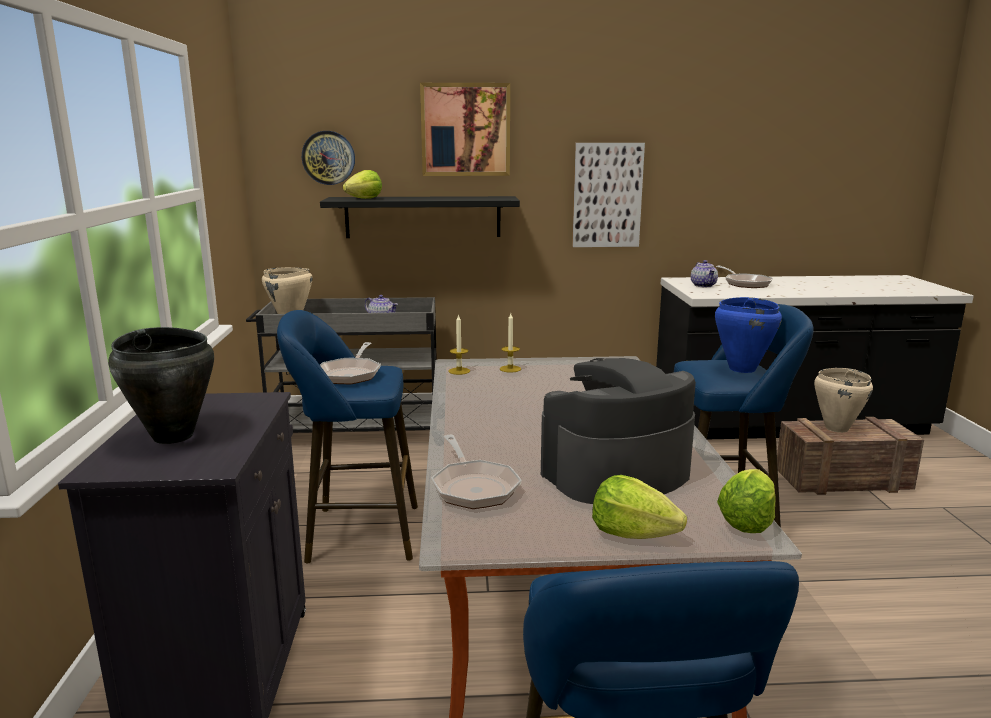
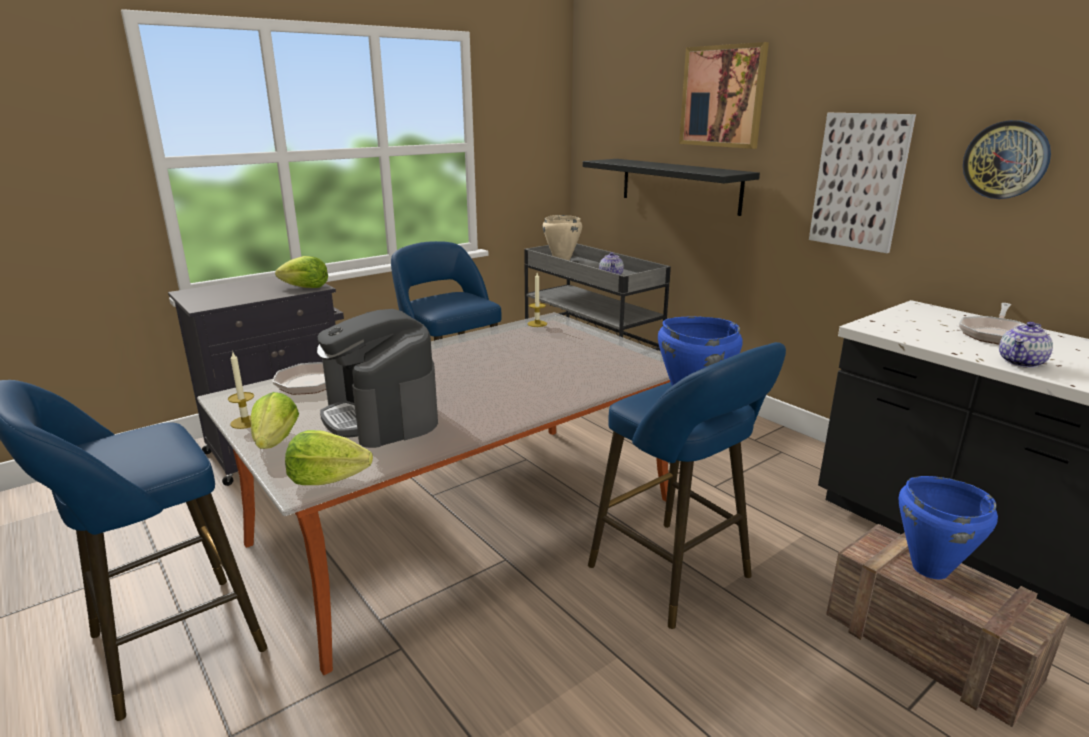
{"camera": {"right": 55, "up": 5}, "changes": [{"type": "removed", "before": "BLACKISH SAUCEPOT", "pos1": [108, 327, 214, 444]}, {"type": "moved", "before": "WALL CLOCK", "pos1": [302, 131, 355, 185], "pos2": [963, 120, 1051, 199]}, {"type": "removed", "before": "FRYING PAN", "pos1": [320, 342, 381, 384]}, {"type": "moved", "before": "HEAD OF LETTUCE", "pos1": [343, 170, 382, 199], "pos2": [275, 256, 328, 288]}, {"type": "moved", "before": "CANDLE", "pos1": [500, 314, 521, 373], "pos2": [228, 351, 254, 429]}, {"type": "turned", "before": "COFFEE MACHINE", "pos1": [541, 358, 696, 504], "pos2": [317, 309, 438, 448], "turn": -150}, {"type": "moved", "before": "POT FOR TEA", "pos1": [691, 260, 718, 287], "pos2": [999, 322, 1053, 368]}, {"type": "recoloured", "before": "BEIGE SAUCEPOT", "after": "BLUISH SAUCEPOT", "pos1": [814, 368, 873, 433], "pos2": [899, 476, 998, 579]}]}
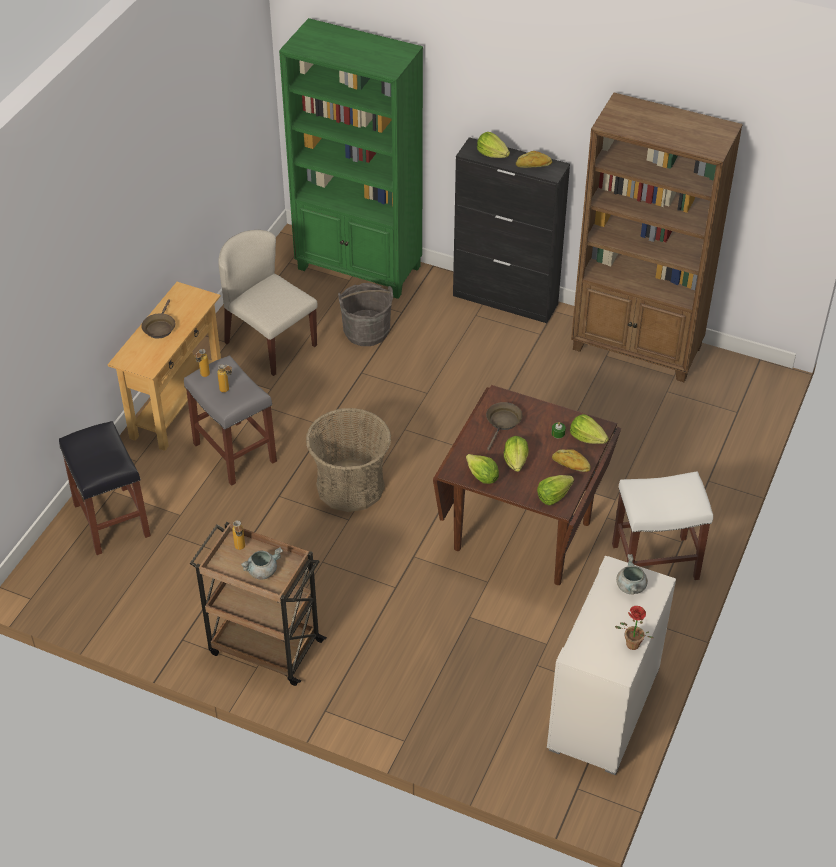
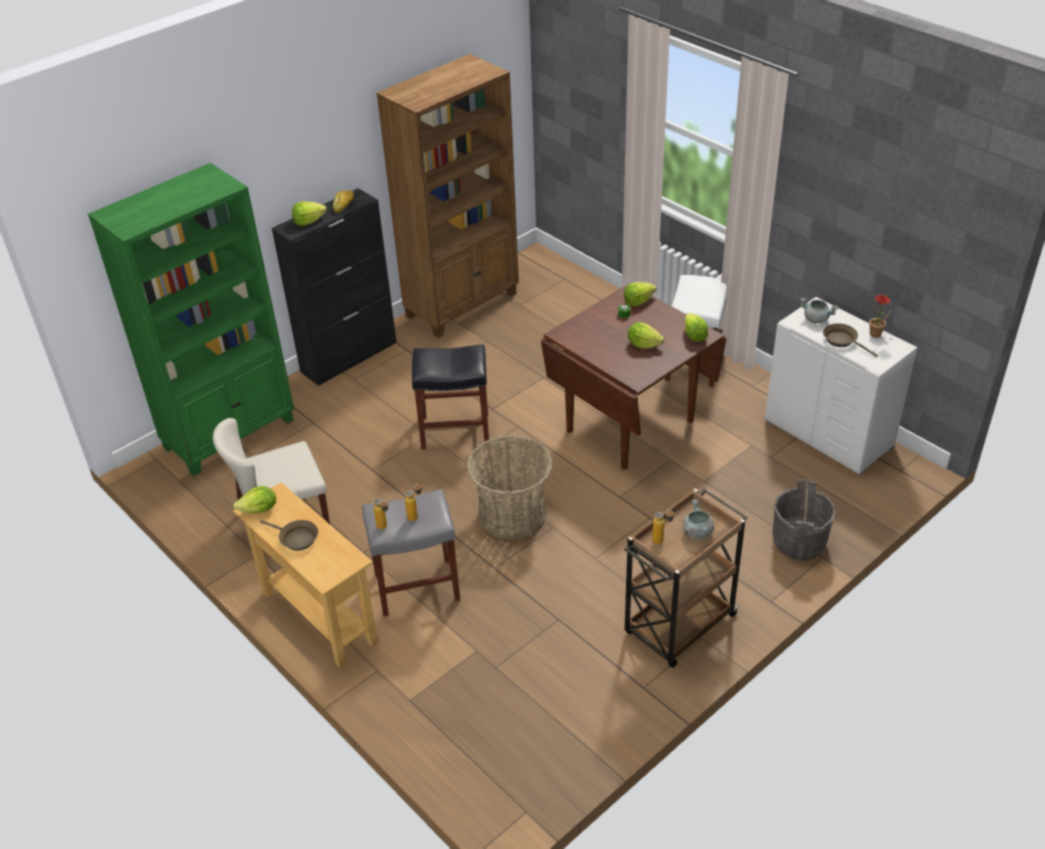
{"camera": {"right": -65, "up": -5}, "changes": [{"type": "moved", "before": "BLACKISH STOOL SEAT", "pos1": [59, 421, 151, 555], "pos2": [412, 344, 489, 450]}, {"type": "moved", "before": "GREY BUCKET", "pos1": [338, 283, 393, 346], "pos2": [773, 479, 836, 560]}, {"type": "moved", "before": "HEAD OF LETTUCE", "pos1": [466, 454, 499, 484], "pos2": [233, 486, 276, 513]}, {"type": "moved", "before": "BROWN-COLOURED FRYING PAN", "pos1": [486, 402, 522, 451], "pos2": [823, 323, 878, 357]}, {"type": "removed", "before": "BREAD", "pos1": [552, 449, 591, 472]}]}
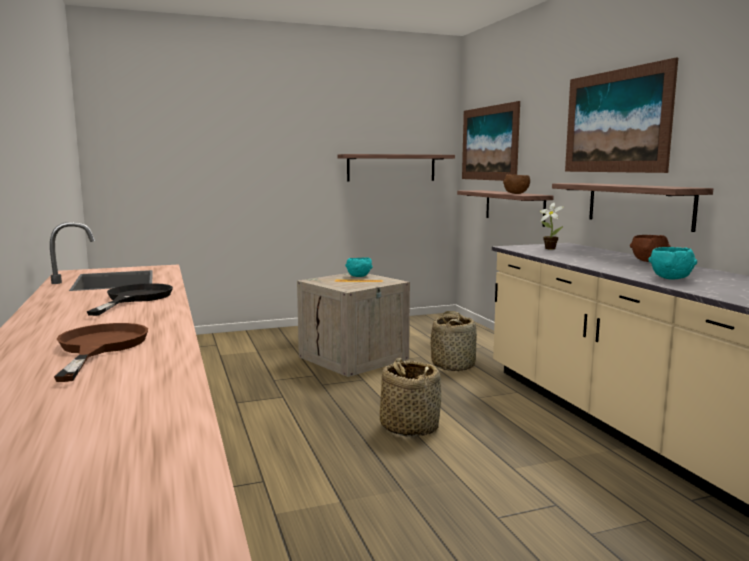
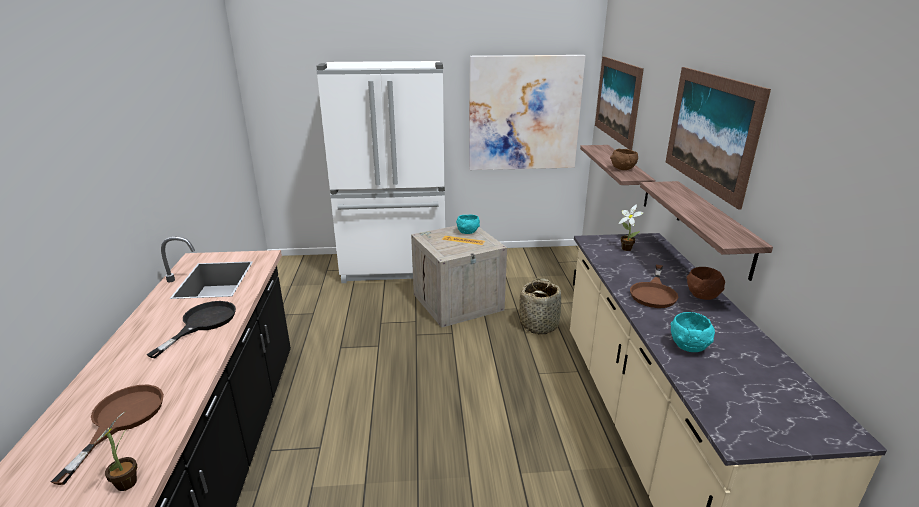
{"camera": {"right": 15, "up": 15}, "changes": [{"type": "replaced", "before": "BRACKET SHELF", "after": "WALL ART", "pos1": [337, 154, 455, 182], "pos2": [469, 55, 585, 170]}, {"type": "removed", "before": "BASKET", "pos1": [380, 357, 441, 436]}, {"type": "added", "after": "HOUSEPLANT", "pos2": [86, 411, 137, 491]}, {"type": "added", "after": "WHITE-COLOURED REFRIGERATOR", "pos2": [316, 61, 445, 283]}, {"type": "added", "after": "BROWN-COLOURED FRYING PAN", "pos2": [630, 265, 678, 308]}]}
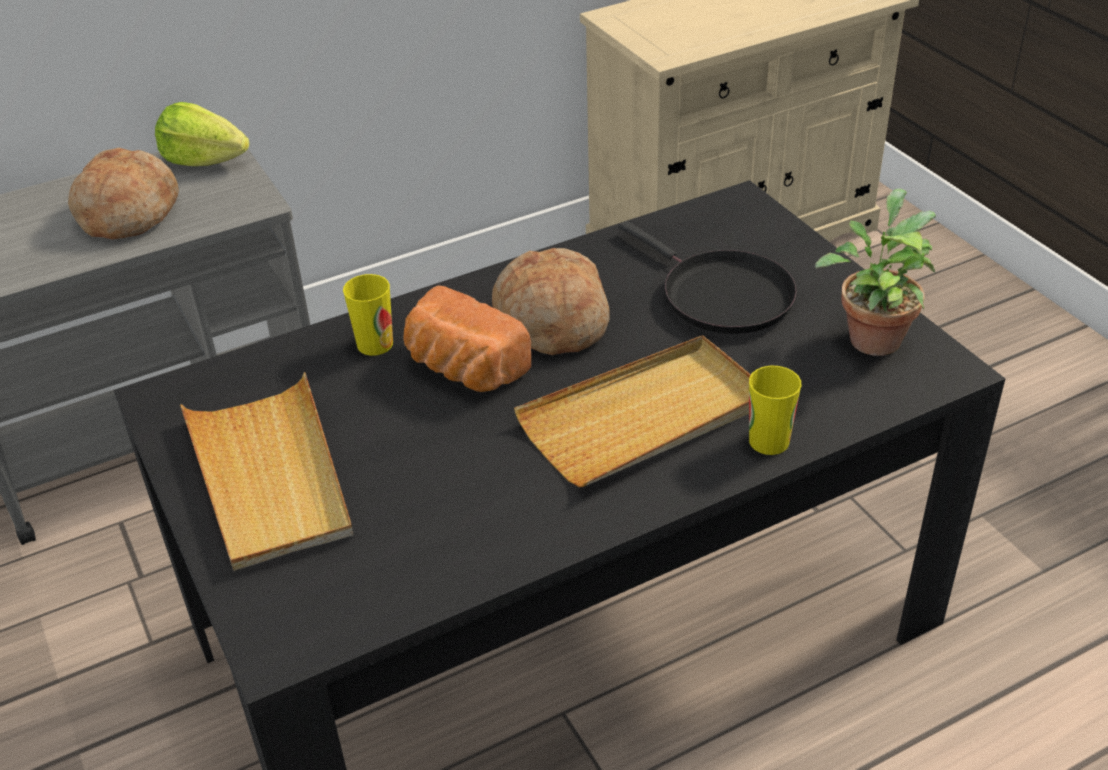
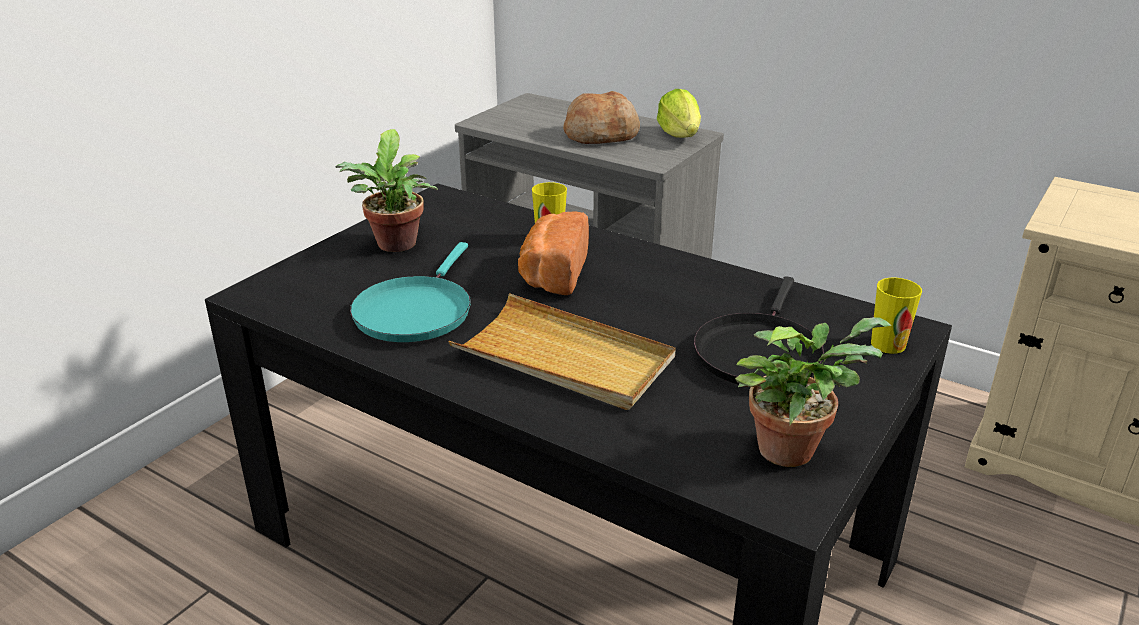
{"camera": {"right": 60, "up": -10}, "changes": [{"type": "replaced", "before": "BEIGE SERVING TRAY", "after": "HOUSEPLANT", "pos1": [180, 372, 353, 571], "pos2": [335, 129, 438, 252]}, {"type": "removed", "before": "BREAD", "pos1": [492, 248, 610, 355]}, {"type": "moved", "before": "CUP", "pos1": [749, 366, 801, 455], "pos2": [871, 278, 922, 354]}, {"type": "added", "after": "BLUE-GREEN FRYING PAN", "pos2": [350, 242, 471, 342]}]}
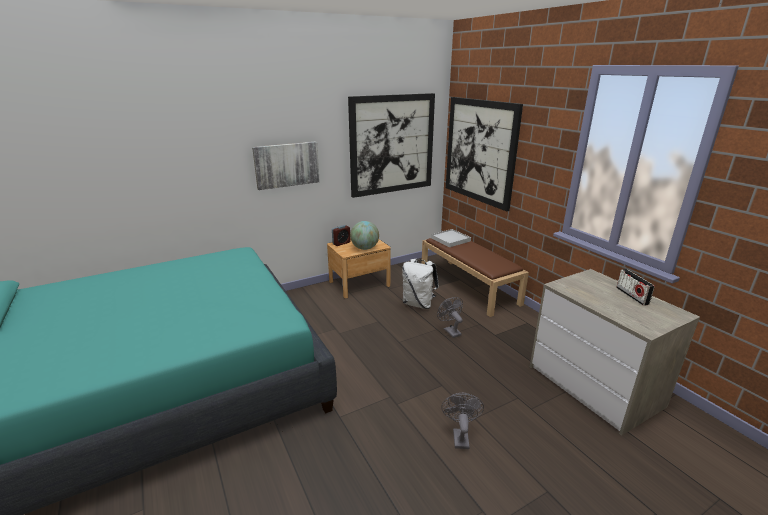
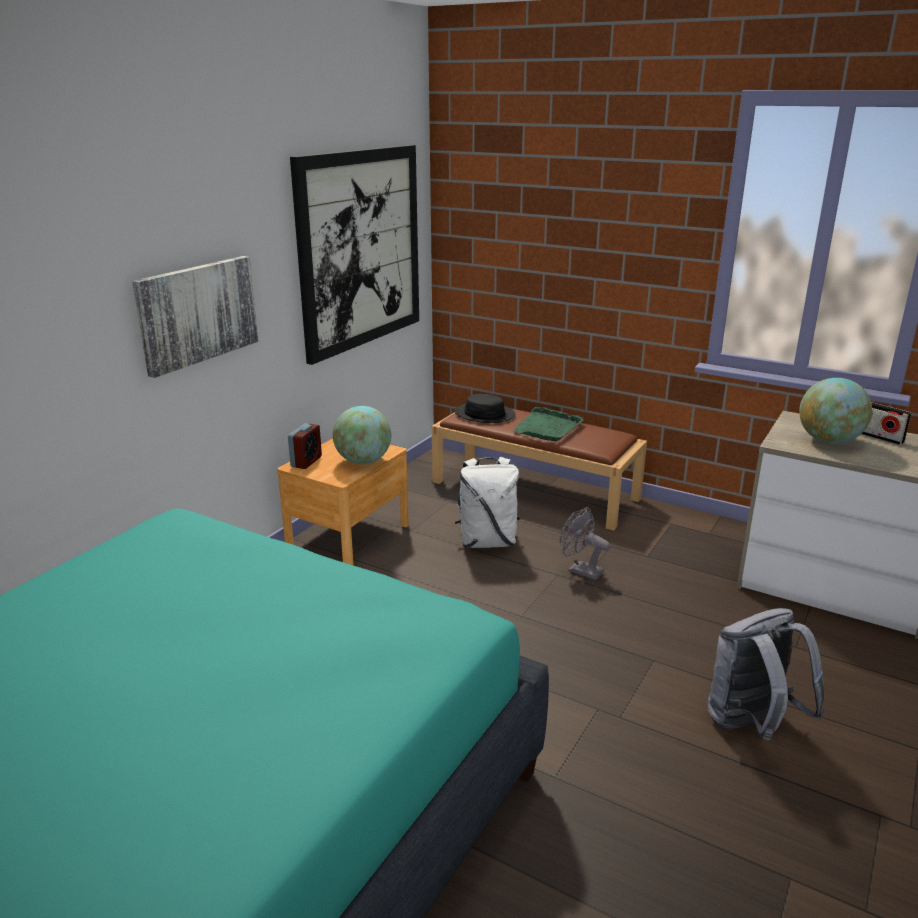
{"camera": {"right": -30, "up": 0}, "changes": [{"type": "replaced", "before": "WHITE-COLOURED SERVING TRAY", "after": "BLACKISH HAT", "pos1": [431, 229, 471, 247], "pos2": [454, 394, 515, 423]}, {"type": "replaced", "before": "GREY FAN", "after": "GREY KNAPSACK", "pos1": [441, 393, 484, 449], "pos2": [707, 608, 825, 741]}, {"type": "removed", "before": "WALL ART", "pos1": [446, 97, 523, 211]}, {"type": "added", "after": "GREEN SERVING TRAY", "pos2": [513, 407, 584, 441]}, {"type": "added", "after": "WORLD GLOBE", "pos2": [799, 378, 872, 444]}]}
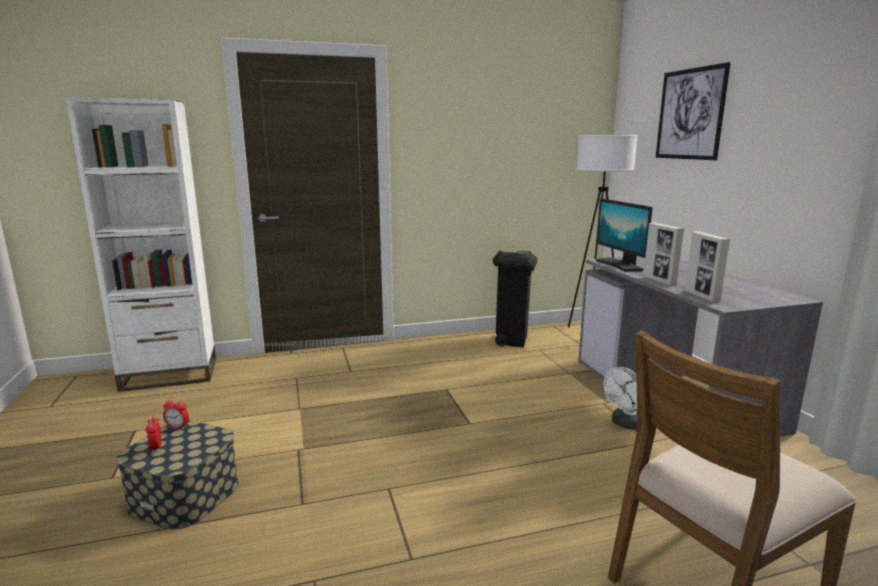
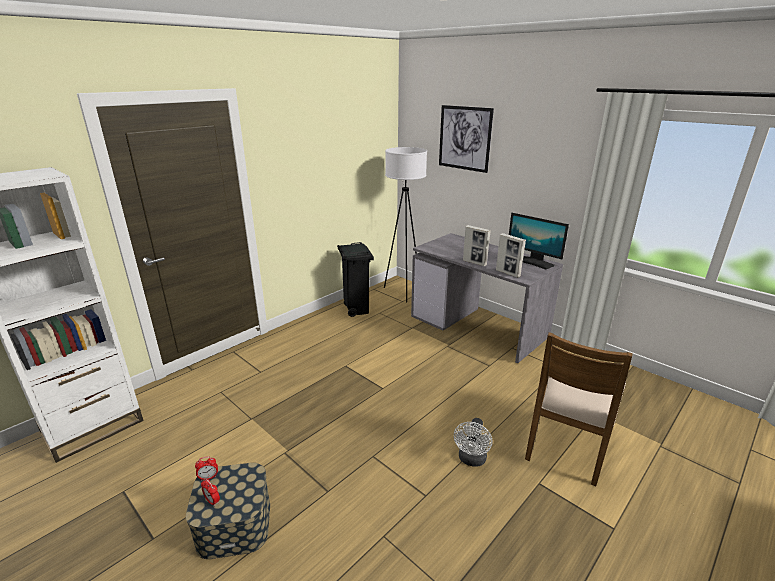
{"camera": {"right": -30, "up": 10}, "changes": [{"type": "moved", "before": "COMPUTER SCREEN", "pos1": [596, 198, 653, 272], "pos2": [509, 213, 569, 270]}, {"type": "moved", "before": "WHITE-COLOURED FAN", "pos1": [604, 367, 638, 429], "pos2": [454, 418, 492, 467]}]}
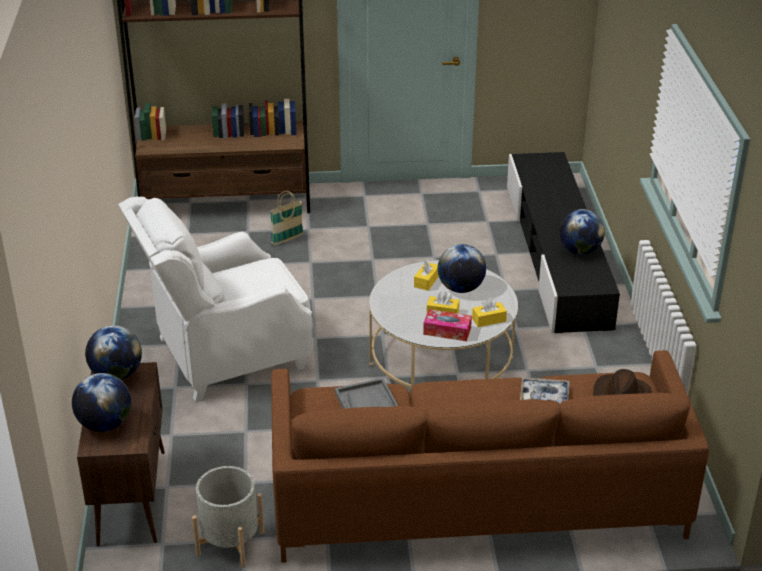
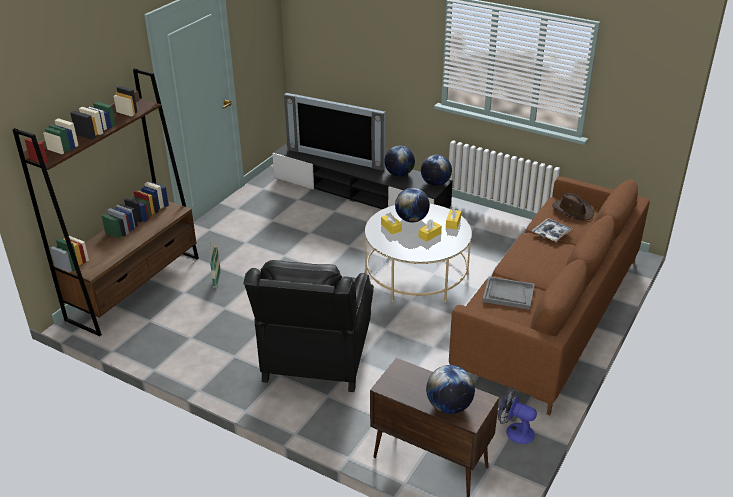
{"camera": {"right": -55, "up": 0}, "changes": [{"type": "moved", "before": "WORLD GLOBE", "pos1": [85, 326, 142, 380], "pos2": [421, 155, 452, 186]}, {"type": "recoloured", "before": "WHITE-COLOURED LOUNGE CHAIR", "after": "BLACKISH LOUNGE CHAIR", "pos1": [118, 196, 313, 402], "pos2": [243, 260, 374, 392]}, {"type": "replaced", "before": "GREY PLANT POT", "after": "FAN", "pos1": [192, 466, 264, 568], "pos2": [498, 388, 537, 444]}, {"type": "removed", "before": "TISSUE HOLDER", "pos1": [423, 309, 472, 341]}, {"type": "added", "after": "TV", "pos2": [284, 93, 385, 171]}]}
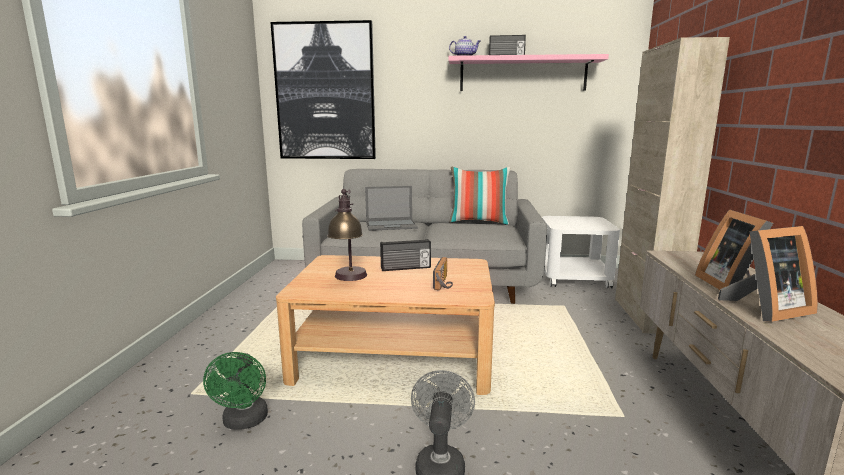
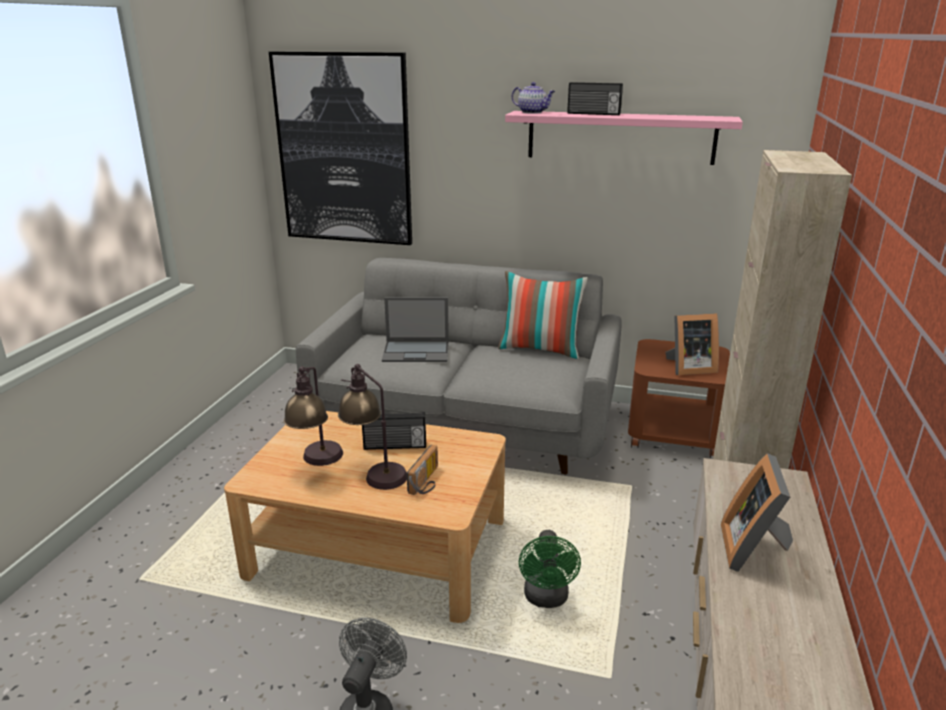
{"camera": {"right": 10, "up": 10}, "changes": [{"type": "moved", "before": "GREEN FAN", "pos1": [203, 352, 268, 430], "pos2": [519, 530, 581, 608]}, {"type": "recoloured", "before": "WHITE-COLOURED ACCENT TABLE", "after": "BROWN-COLOURED ACCENT TABLE", "pos1": [542, 216, 620, 289], "pos2": [628, 339, 730, 458]}, {"type": "moved", "before": "PICTURE FRAME", "pos1": [718, 226, 818, 322], "pos2": [665, 313, 719, 375]}, {"type": "added", "after": "TABLE LAMP", "pos2": [338, 364, 407, 490]}]}
